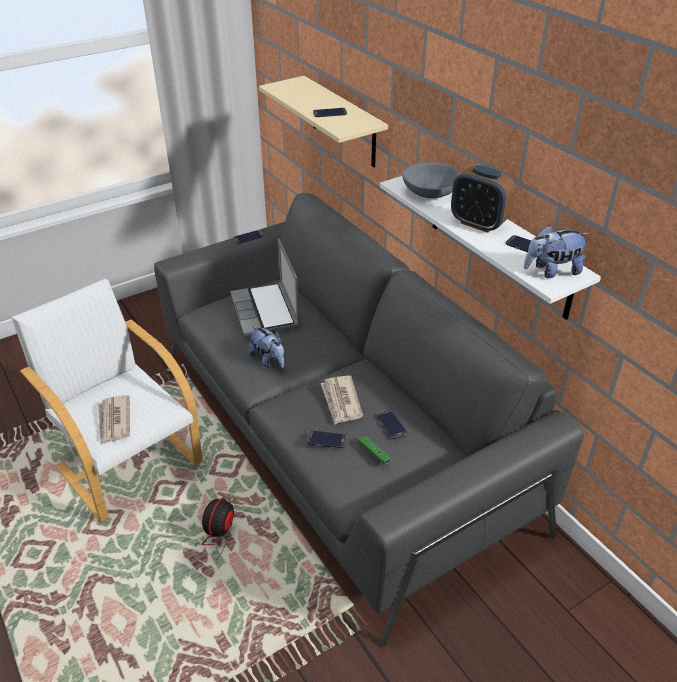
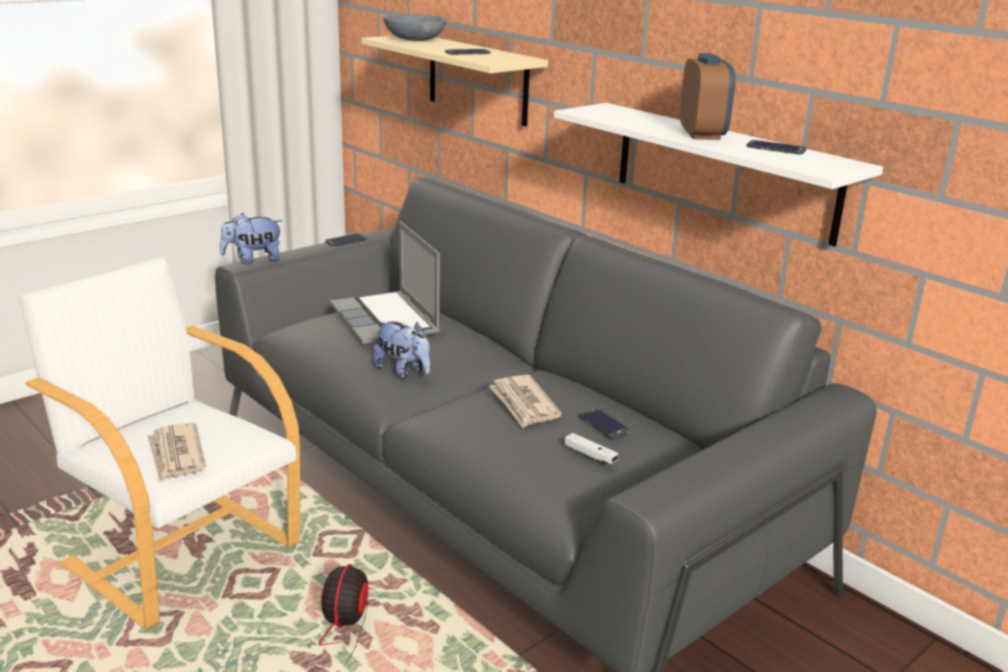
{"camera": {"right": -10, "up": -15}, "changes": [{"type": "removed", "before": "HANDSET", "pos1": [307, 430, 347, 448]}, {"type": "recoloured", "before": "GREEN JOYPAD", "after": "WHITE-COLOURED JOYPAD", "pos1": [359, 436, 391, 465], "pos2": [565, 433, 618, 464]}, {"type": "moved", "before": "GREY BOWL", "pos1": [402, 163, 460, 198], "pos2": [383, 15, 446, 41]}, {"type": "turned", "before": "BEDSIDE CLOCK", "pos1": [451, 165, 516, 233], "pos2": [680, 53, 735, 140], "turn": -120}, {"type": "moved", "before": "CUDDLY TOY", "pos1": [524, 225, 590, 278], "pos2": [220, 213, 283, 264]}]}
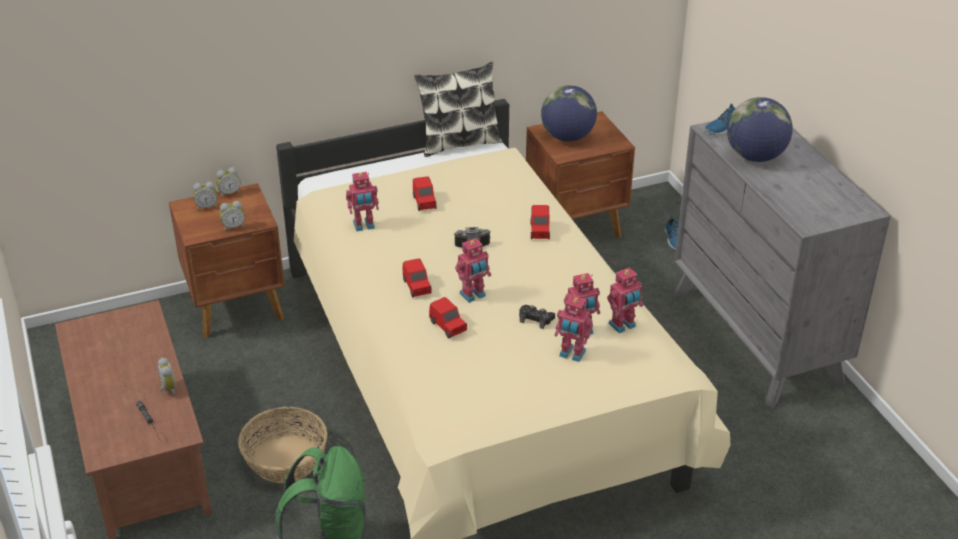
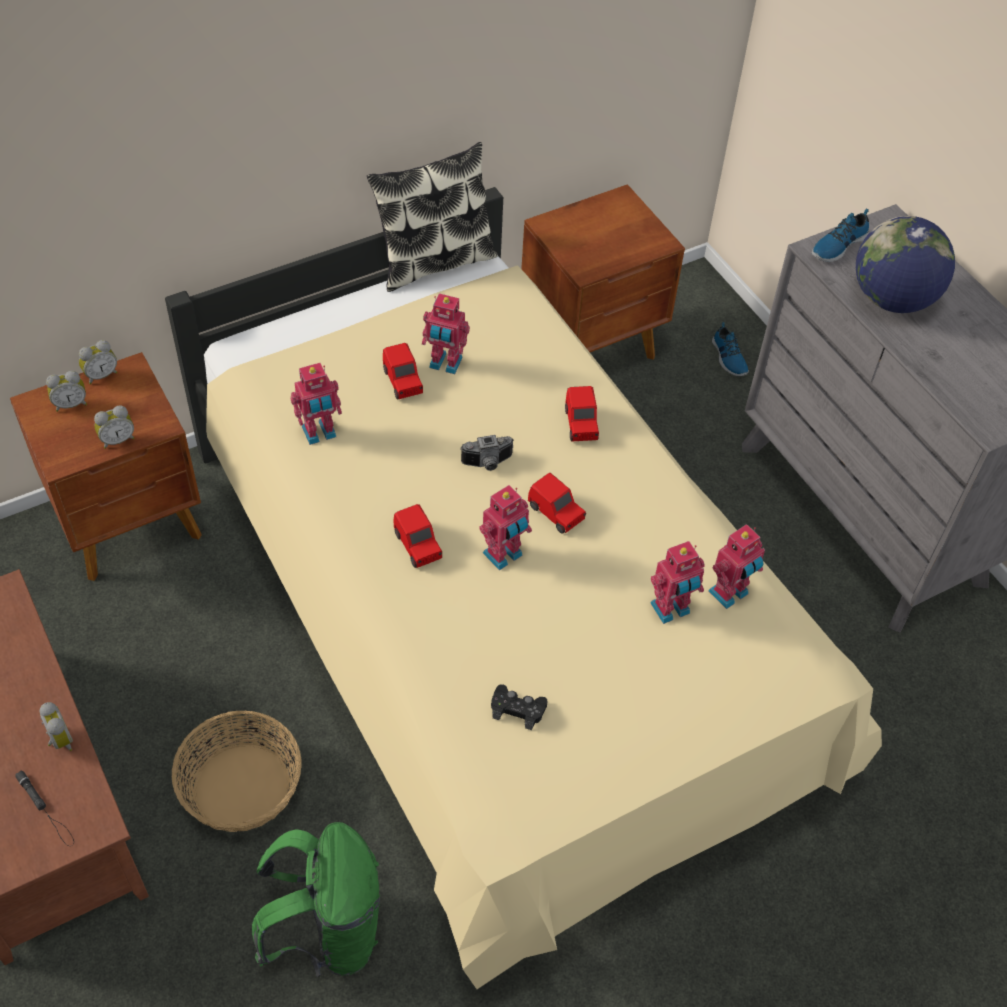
{"camera": {"right": -10, "up": 15}, "changes": [{"type": "moved", "before": "RED MODEL CAR", "pos1": [429, 297, 467, 338], "pos2": [528, 473, 586, 534]}, {"type": "moved", "before": "BLACKISH JOYPAD", "pos1": [519, 305, 555, 329], "pos2": [491, 684, 547, 730]}, {"type": "removed", "before": "WORLD GLOBE", "pos1": [541, 85, 597, 142]}, {"type": "moved", "before": "ROBOT FIGURE", "pos1": [555, 295, 593, 362], "pos2": [422, 293, 470, 374]}]}
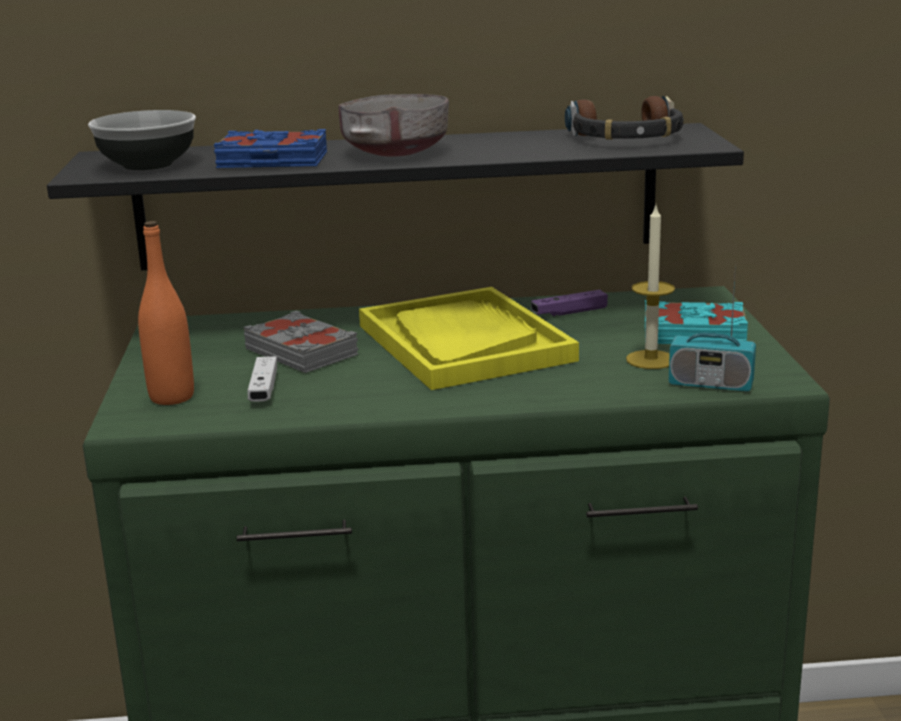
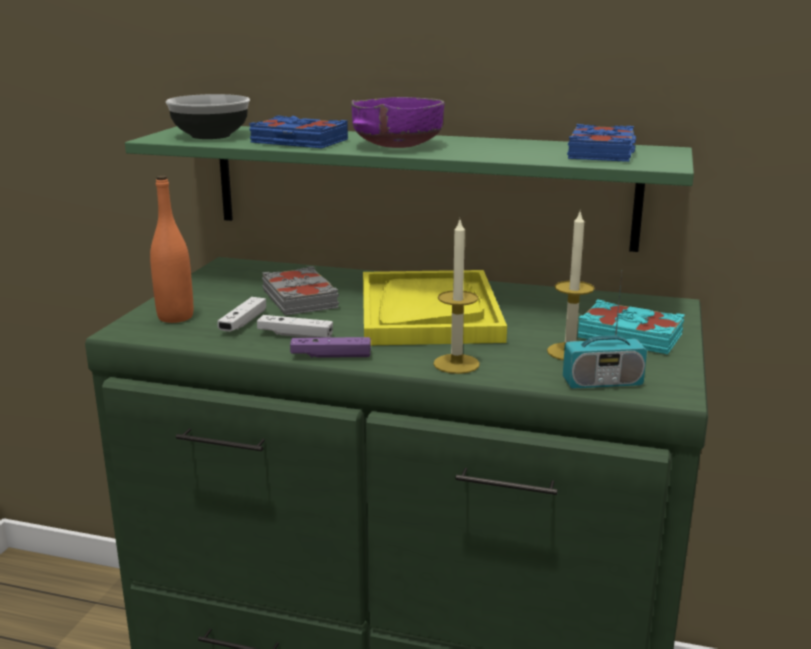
{"camera": {"right": 20, "up": 0}, "changes": [{"type": "recoloured", "before": "BLACKISH BRACKET SHELF", "after": "GREEN BRACKET SHELF", "pos1": [47, 123, 744, 270], "pos2": [125, 126, 694, 252]}, {"type": "recoloured", "before": "GREY BOWL", "after": "PURPLE BOWL", "pos1": [338, 94, 449, 156], "pos2": [351, 97, 445, 148]}, {"type": "moved", "before": "PURPLE JOYPAD", "pos1": [531, 290, 608, 317], "pos2": [290, 337, 371, 358]}, {"type": "replaced", "before": "HEADPHONES", "after": "BLUISH VOLUME", "pos1": [565, 96, 684, 140], "pos2": [567, 124, 636, 162]}, {"type": "turned", "before": "RADIO RECEIVER", "pos1": [669, 265, 756, 391], "pos2": [563, 273, 647, 389], "turn": -45}, {"type": "added", "after": "WHITE-COLOURED JOYPAD", "pos2": [257, 315, 333, 338]}, {"type": "added", "after": "CANDLE", "pos2": [433, 220, 480, 374]}]}
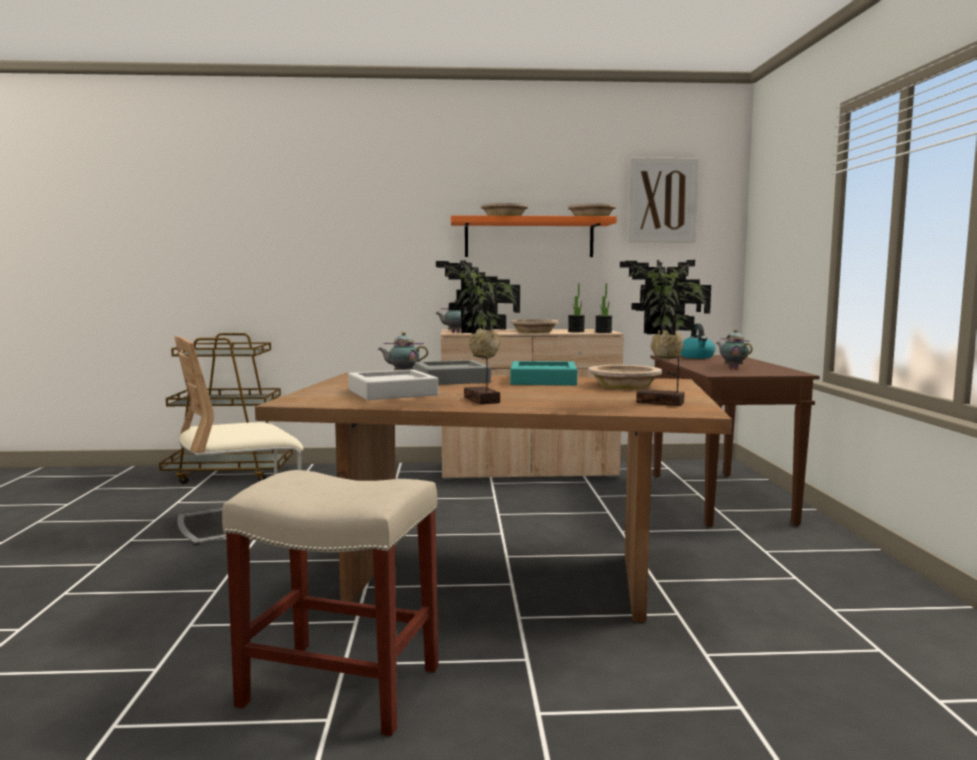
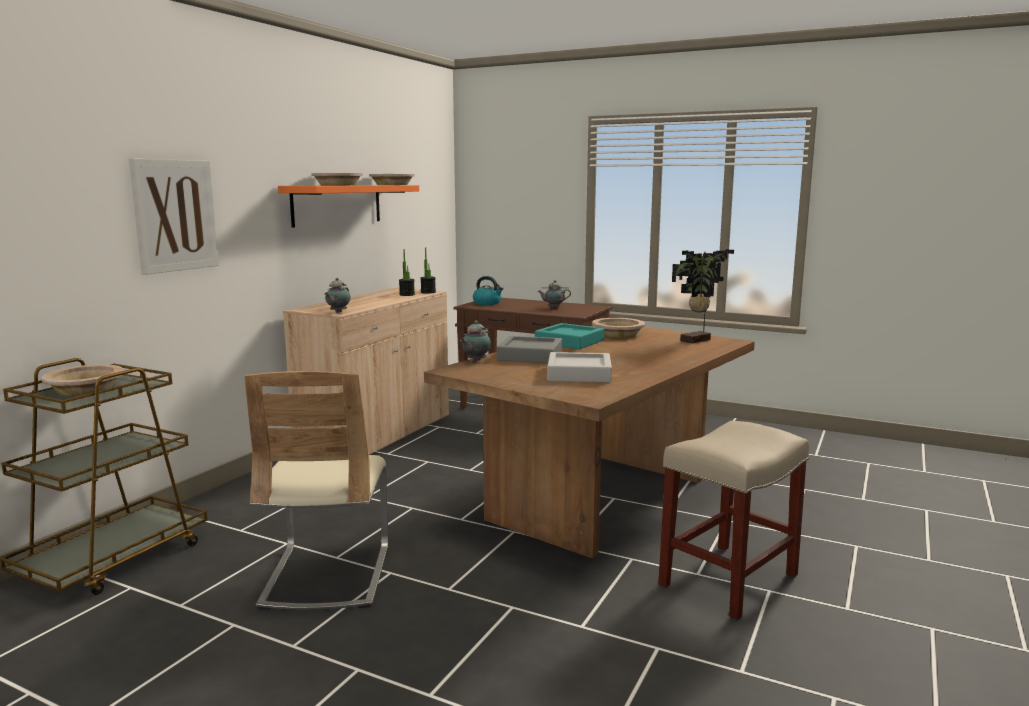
{"camera": {"right": -60, "up": 5}, "changes": [{"type": "removed", "before": "HOUSEPLANT", "pos1": [436, 260, 520, 405]}, {"type": "moved", "before": "BEIGE BOWL", "pos1": [510, 319, 559, 333], "pos2": [42, 364, 123, 396]}, {"type": "moved", "before": "WALL ART", "pos1": [628, 158, 699, 242], "pos2": [129, 158, 219, 275]}]}
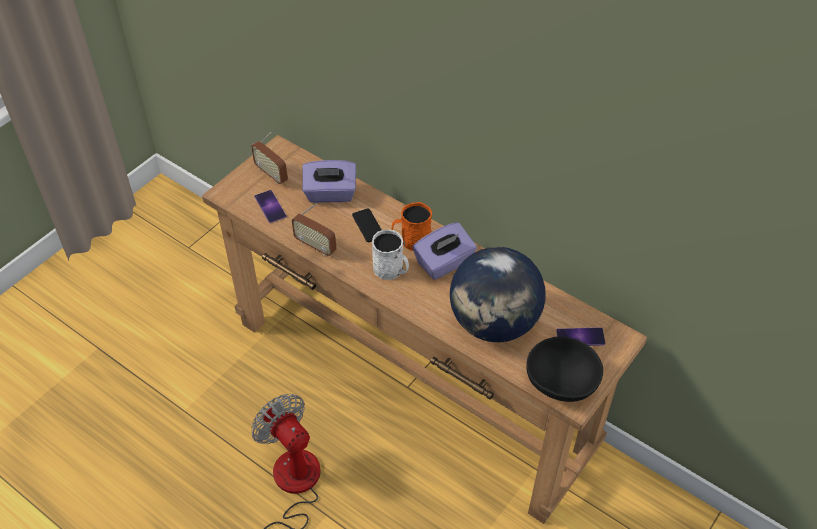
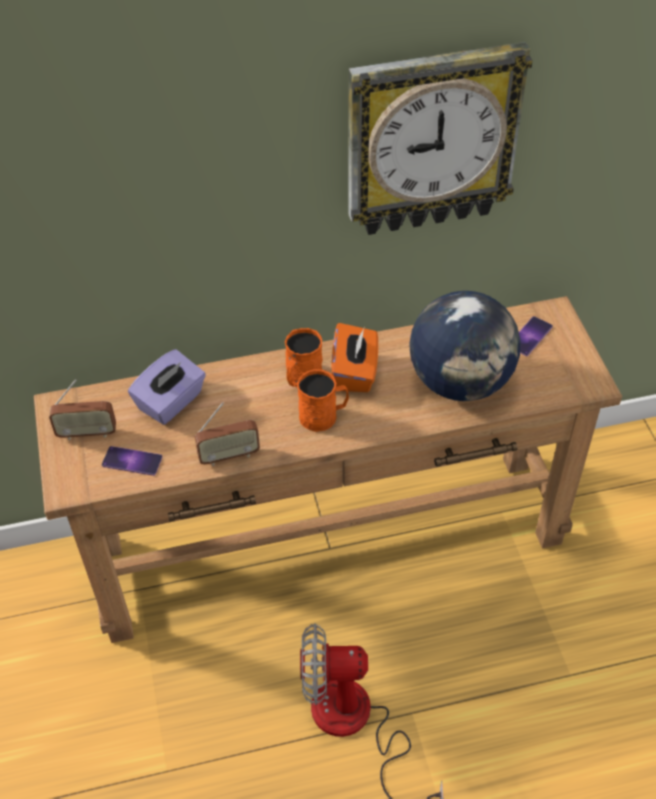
{"camera": {"right": -50, "up": 0}, "changes": [{"type": "removed", "before": "HANDSET", "pos1": [352, 208, 381, 242]}, {"type": "recoloured", "before": "WHITE-COLOURED MUG", "after": "ORANGEY MUG", "pos1": [372, 229, 409, 280], "pos2": [297, 369, 349, 432]}, {"type": "recoloured", "before": "PURPLE TISSUE HOLDER", "after": "ORANGEY TISSUE HOLDER", "pos1": [413, 222, 477, 280], "pos2": [332, 323, 378, 392]}, {"type": "removed", "before": "BLACKISH BOWL", "pos1": [526, 336, 603, 402]}, {"type": "added", "after": "WALL CLOCK", "pos2": [348, 42, 533, 235]}]}
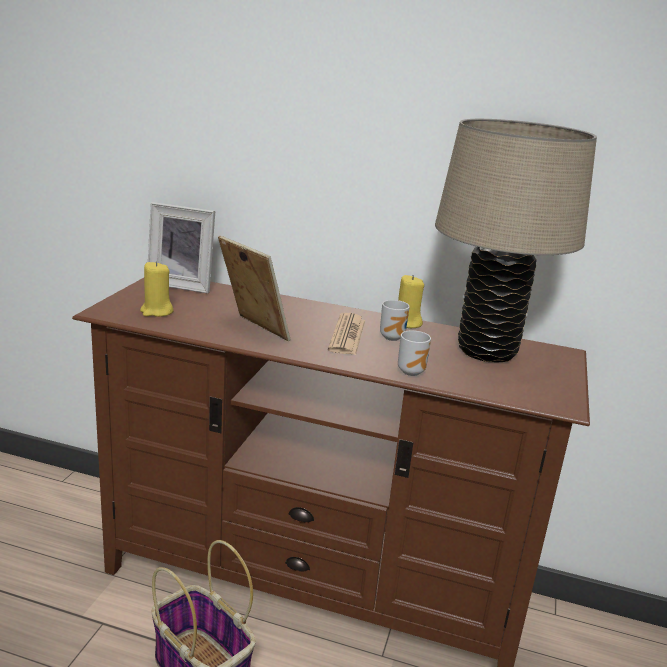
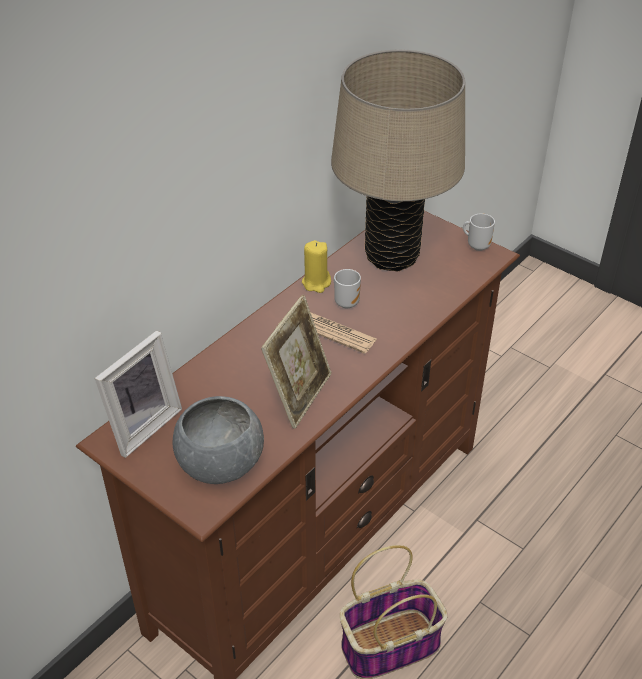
{"camera": {"right": -65, "up": 20}, "changes": [{"type": "replaced", "before": "YELLOW CANDLE", "after": "GREY BOWL", "pos1": [140, 261, 173, 317], "pos2": [172, 396, 264, 484]}, {"type": "turned", "before": "PICTURE FRAME", "pos1": [218, 236, 291, 341], "pos2": [261, 295, 332, 429], "turn": 135}, {"type": "moved", "before": "MUG", "pos1": [398, 330, 431, 376], "pos2": [463, 213, 495, 251]}]}
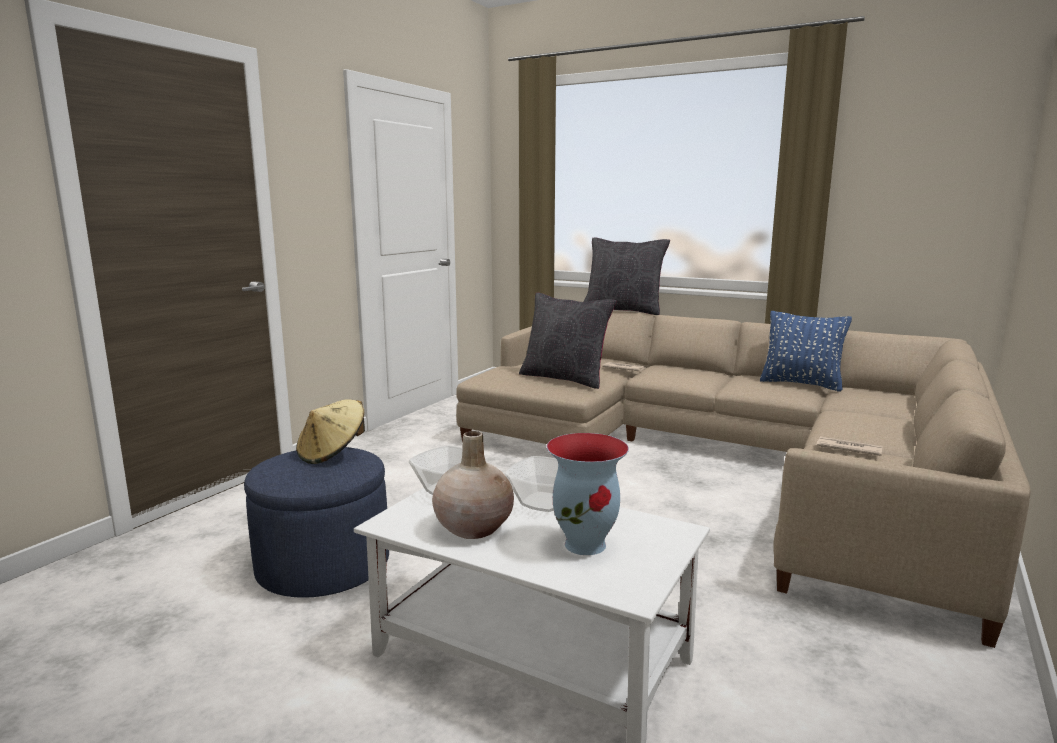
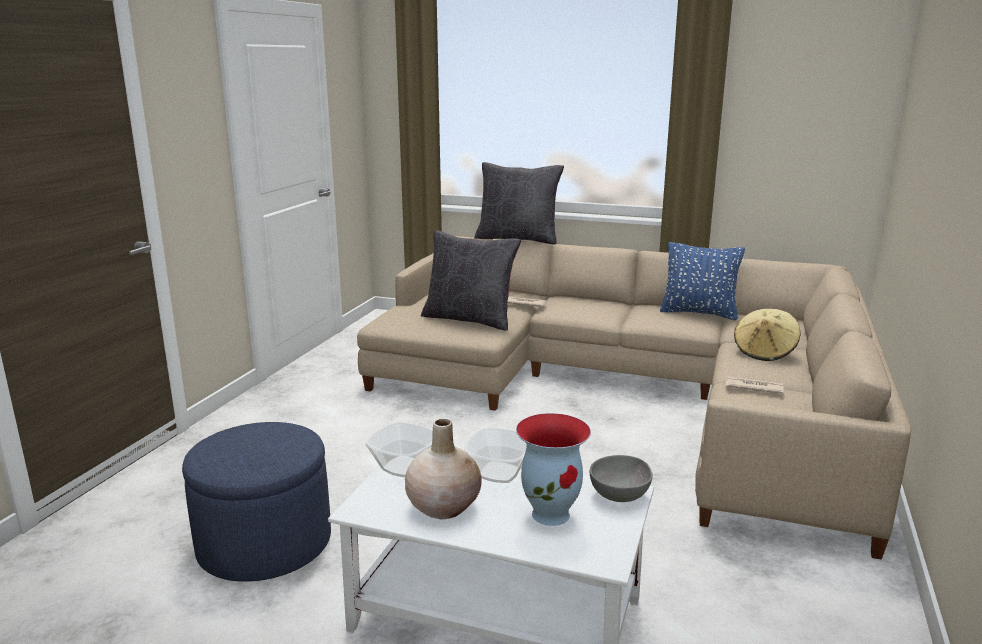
{"camera": {"right": -10, "up": 5}, "changes": [{"type": "moved", "before": "BEIGE HAT", "pos1": [296, 399, 365, 464], "pos2": [734, 309, 800, 361]}, {"type": "added", "after": "GREY BOWL", "pos2": [590, 455, 653, 502]}]}
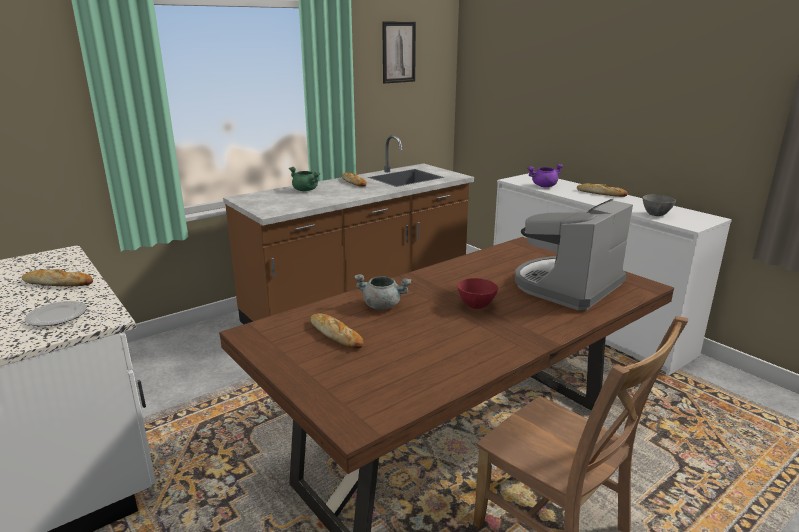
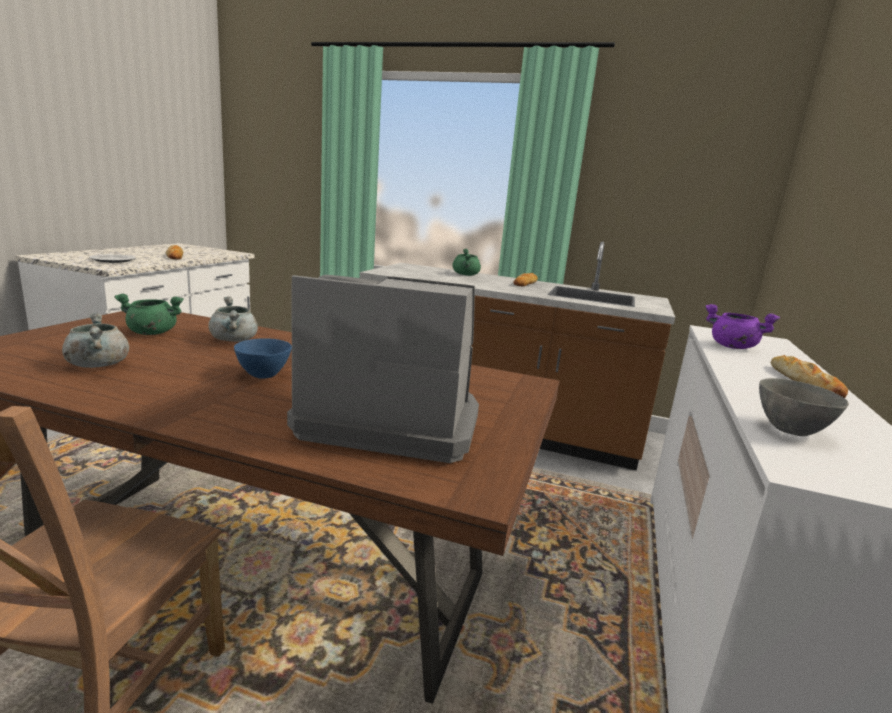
{"camera": {"right": 55, "up": -5}, "changes": [{"type": "replaced", "before": "BREAD", "after": "GREEN SAUCEPOT", "pos1": [311, 313, 363, 349], "pos2": [114, 294, 184, 335]}, {"type": "removed", "before": "WALL ART", "pos1": [382, 22, 416, 84]}, {"type": "recoloured", "before": "RED BOWL", "after": "BLUISH BOWL", "pos1": [457, 278, 498, 309], "pos2": [234, 338, 292, 379]}, {"type": "added", "after": "GREY SAUCEPOT", "pos2": [62, 313, 129, 368]}]}
